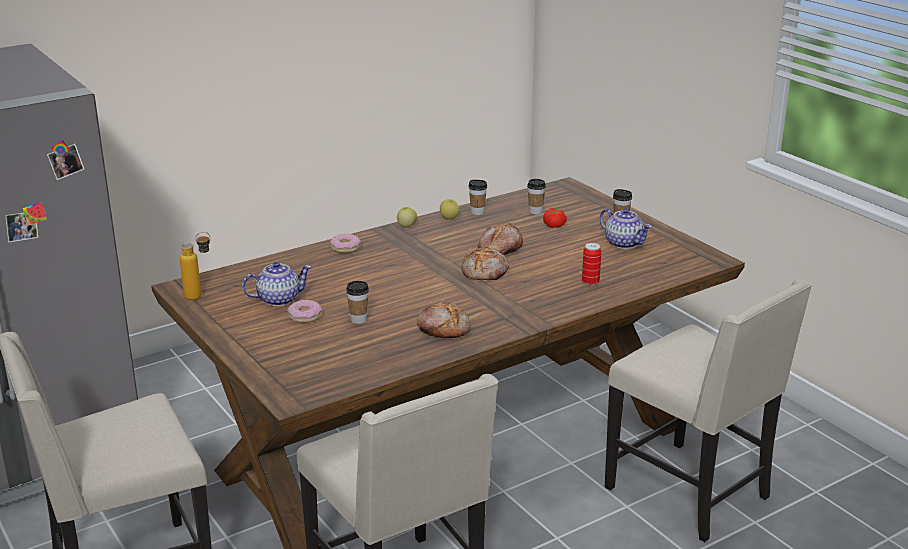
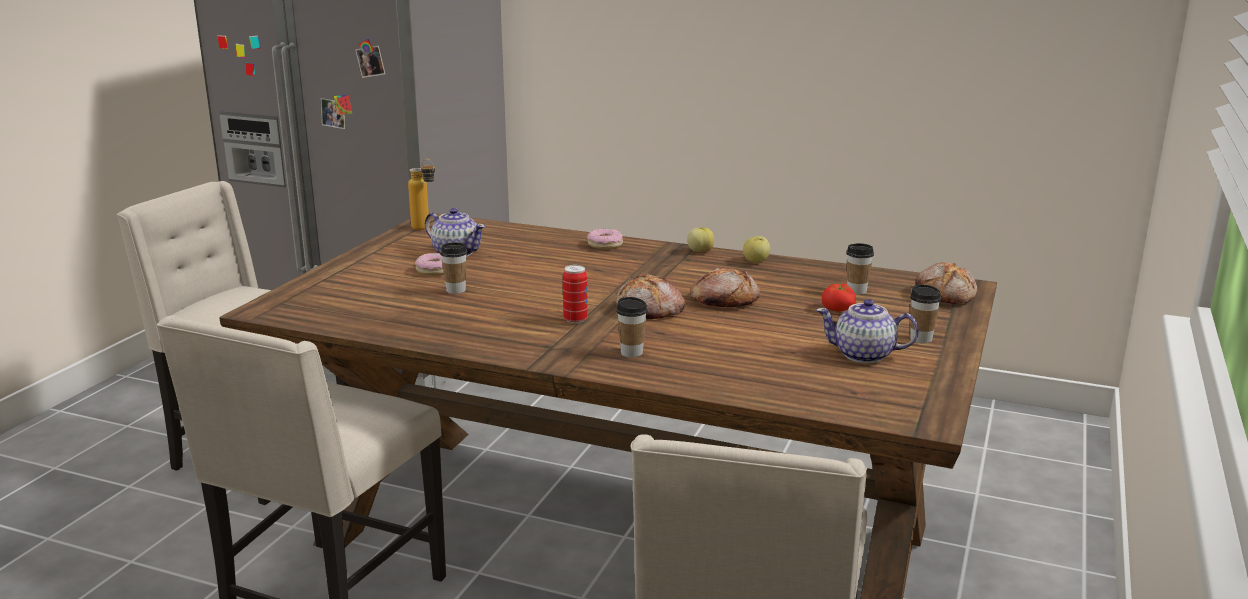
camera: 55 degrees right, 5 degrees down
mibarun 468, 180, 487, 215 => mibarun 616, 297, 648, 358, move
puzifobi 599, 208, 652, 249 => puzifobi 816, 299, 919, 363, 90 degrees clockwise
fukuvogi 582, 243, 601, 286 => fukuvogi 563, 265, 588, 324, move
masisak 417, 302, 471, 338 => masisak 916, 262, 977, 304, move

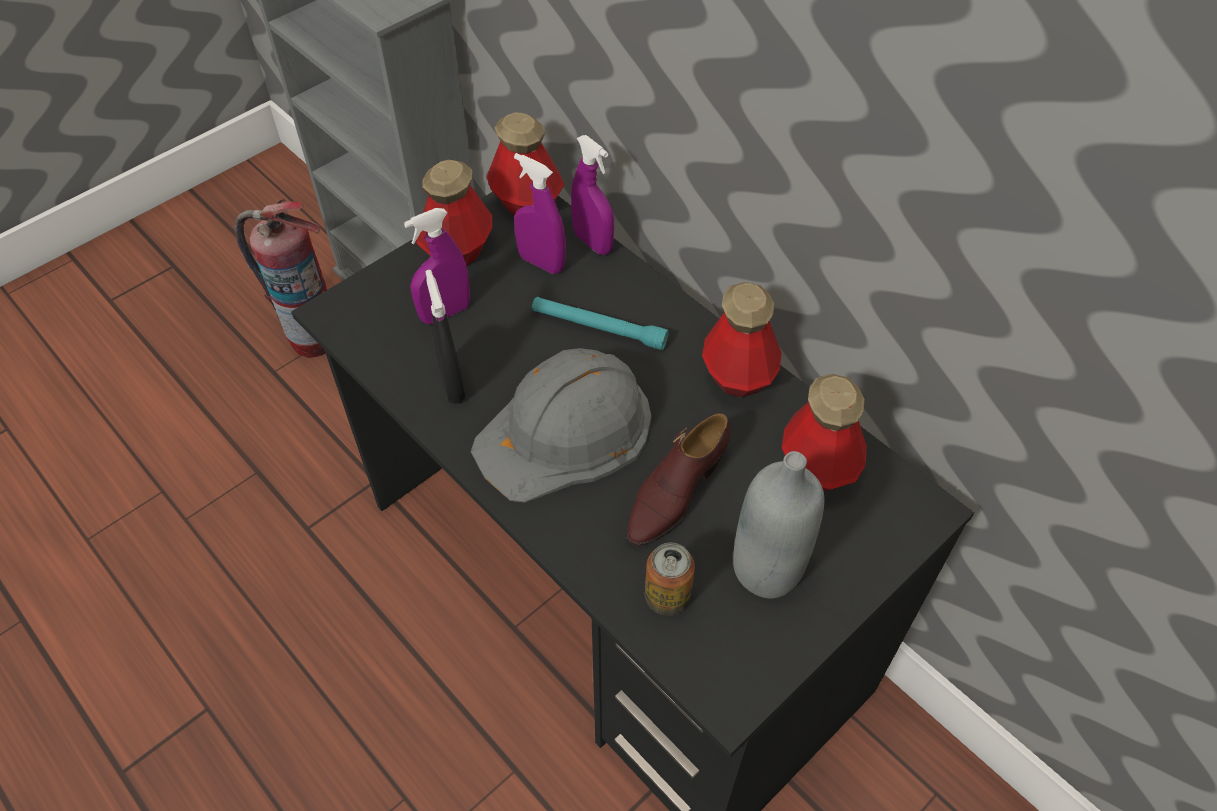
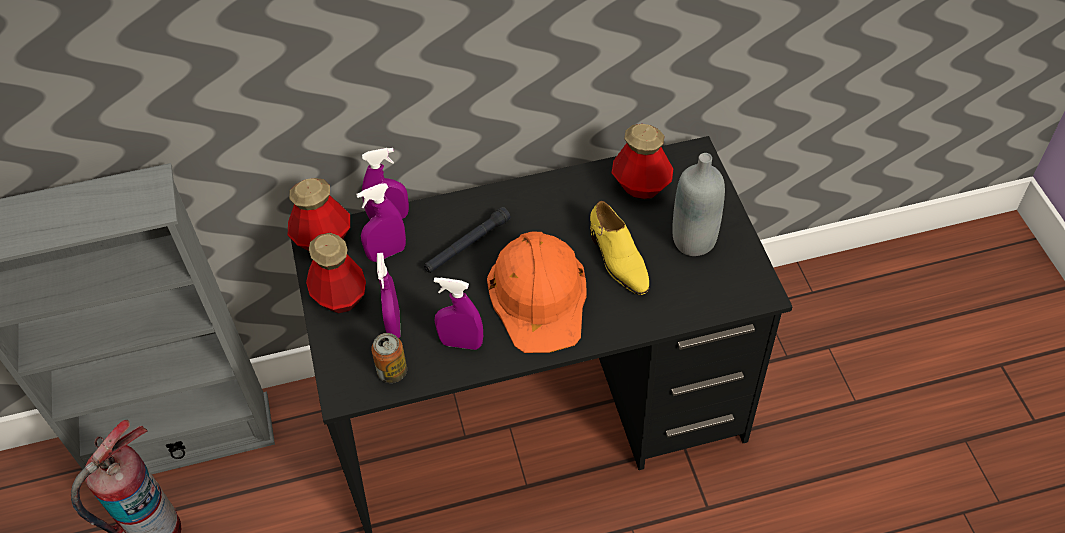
camera: 60 degrees left, 0 degrees up
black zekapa 426, 270, 466, 404 => purple zekapa 434, 277, 483, 350
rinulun 702, 282, 782, 398 => nothing
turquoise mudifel 532, 297, 669, 350 => black mudifel 424, 207, 511, 273
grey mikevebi 471, 348, 651, 502 => orange mikevebi 487, 232, 587, 353
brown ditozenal 626, 413, 730, 546 => yellow ditozenal 590, 201, 649, 295
fukuvogi 645, 543, 695, 616 => fukuvogi 371, 333, 407, 383, move

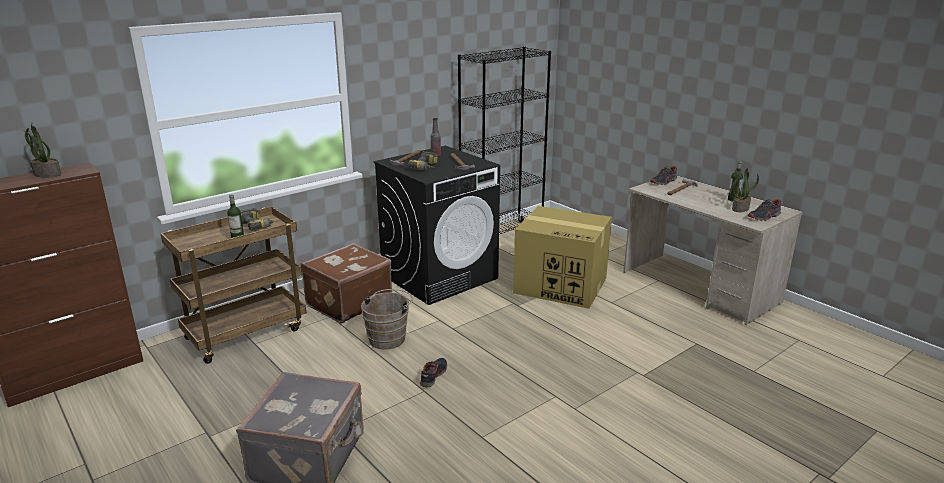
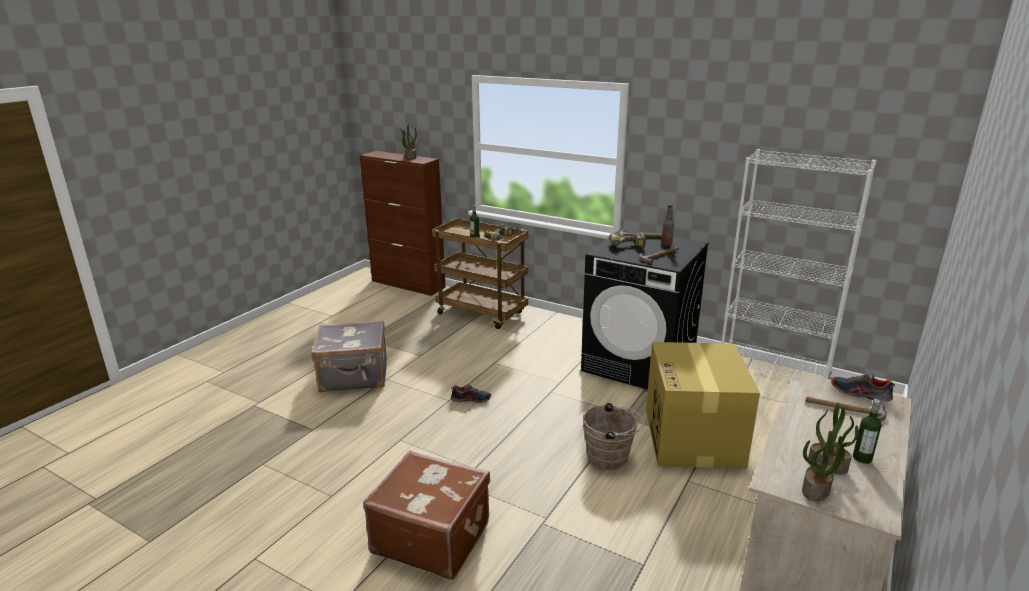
camera: 70 degrees right, 0 degrees up
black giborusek 458, 46, 551, 234 => white giborusek 721, 149, 877, 379
ditozenal 748, 199, 781, 221 => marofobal 802, 431, 851, 501
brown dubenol 301, 243, 392, 323 => brown dubenol 363, 451, 490, 580, move
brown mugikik 361, 289, 413, 350 => brown mugikik 583, 403, 644, 470, move

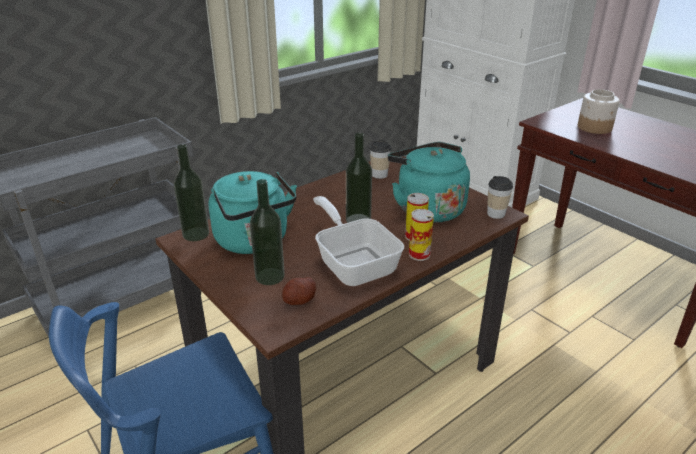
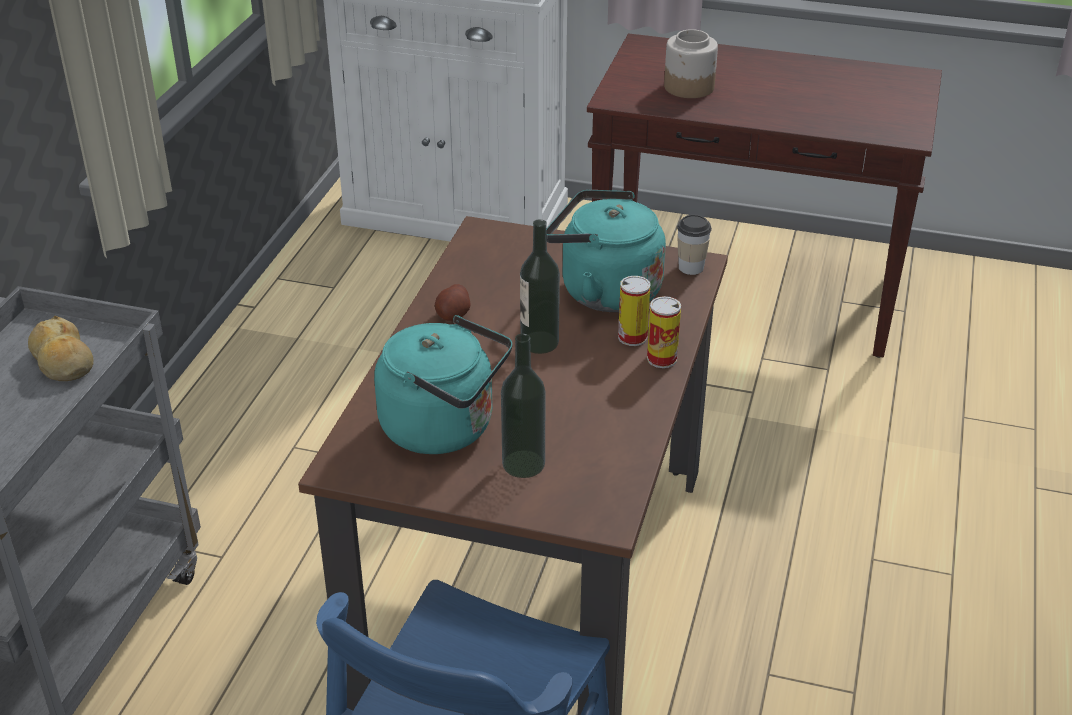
camera: 35 degrees left, 5 degrees up
mibarun 370, 140, 391, 179 => nothing
rinulun 174, 144, 209, 241 => nothing
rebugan 313, 196, 404, 286 => nothing
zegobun 282, 277, 316, 305 => zegobun 435, 284, 471, 321, move
nothing => masisak 28, 316, 93, 381

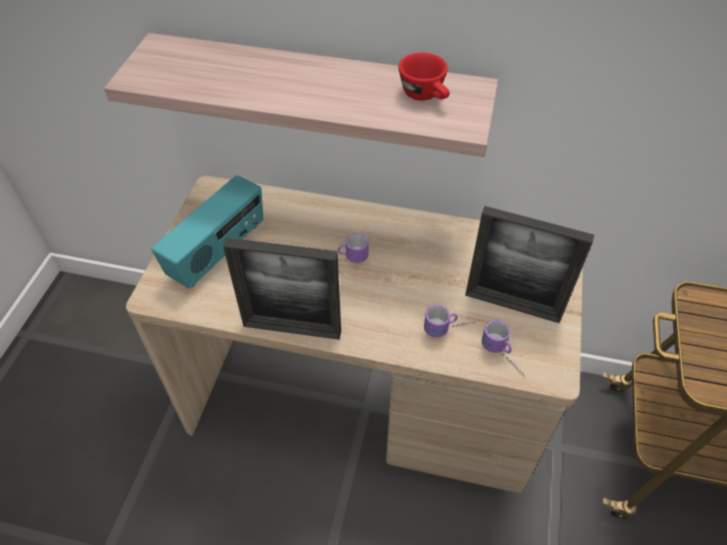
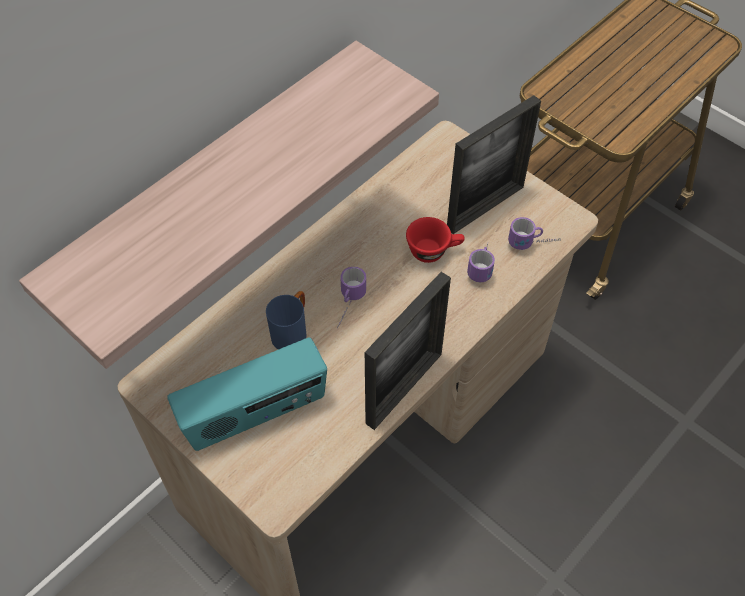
camera: 60 degrees left, 5 degrees up
red mibarun 399, 53, 450, 100 => red mibarun 406, 217, 465, 263, move
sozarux 151, 175, 263, 288 => sozarux 167, 337, 327, 451, 90 degrees clockwise
nothing => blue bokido 266, 291, 306, 349

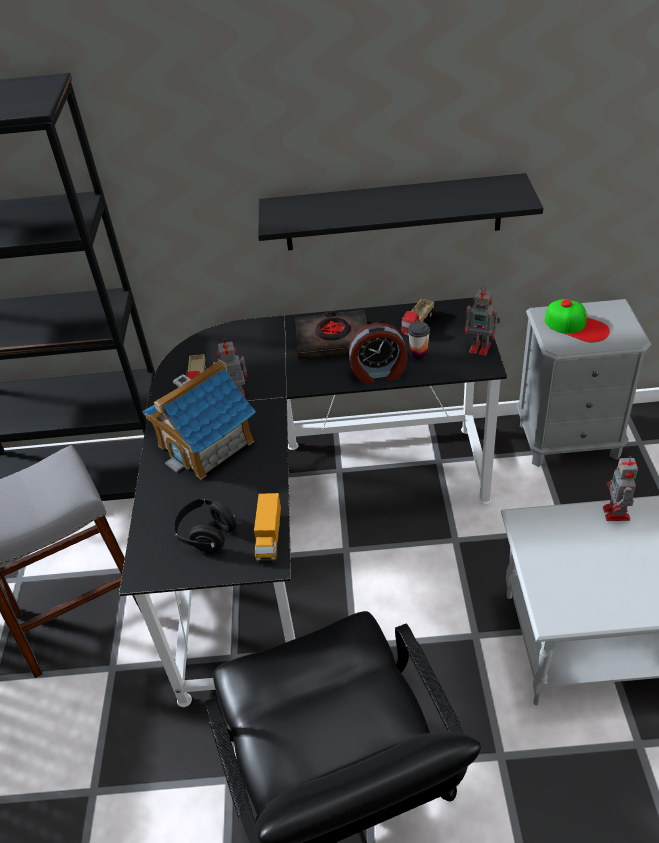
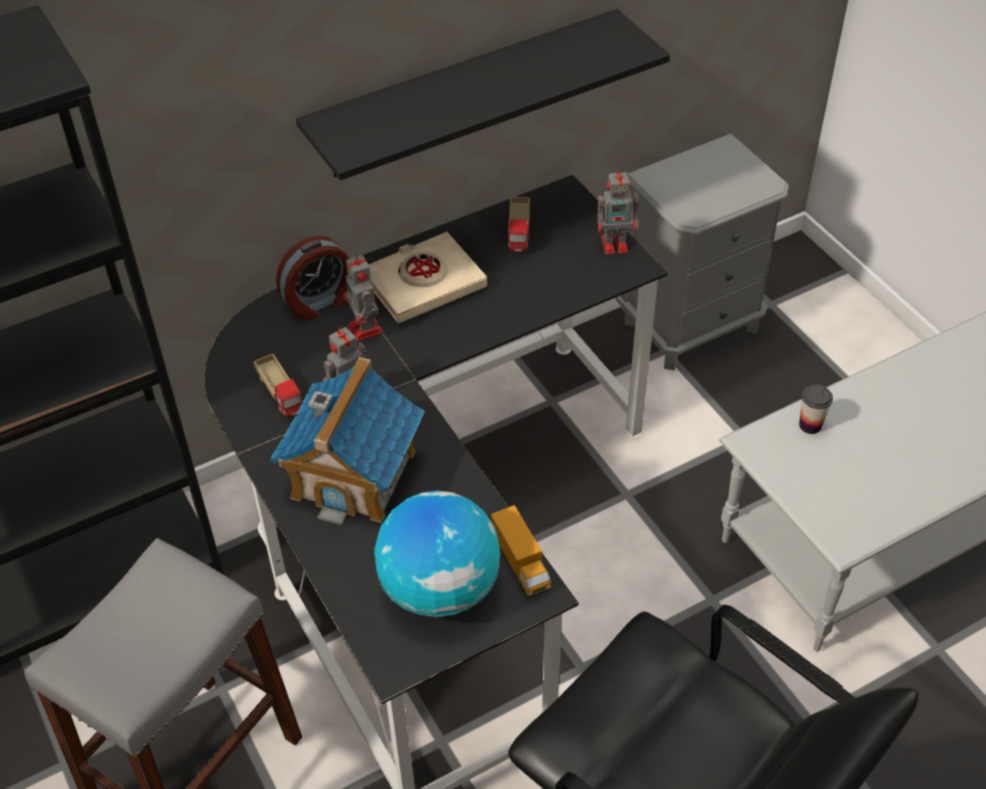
camera: 30 degrees left, 5 degrees up
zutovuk 545, 299, 610, 343 => nothing
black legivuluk 295, 310, 367, 359 => beige legivuluk 368, 232, 487, 323
mibarun 408, 321, 430, 360 => mibarun 799, 385, 833, 434, move
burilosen 348, 323, 407, 384 => burilosen 276, 236, 350, 321, move
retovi 603, 455, 638, 521 => retovi 343, 252, 383, 341, move
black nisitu 173, 499, 238, 552 => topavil 375, 491, 500, 617

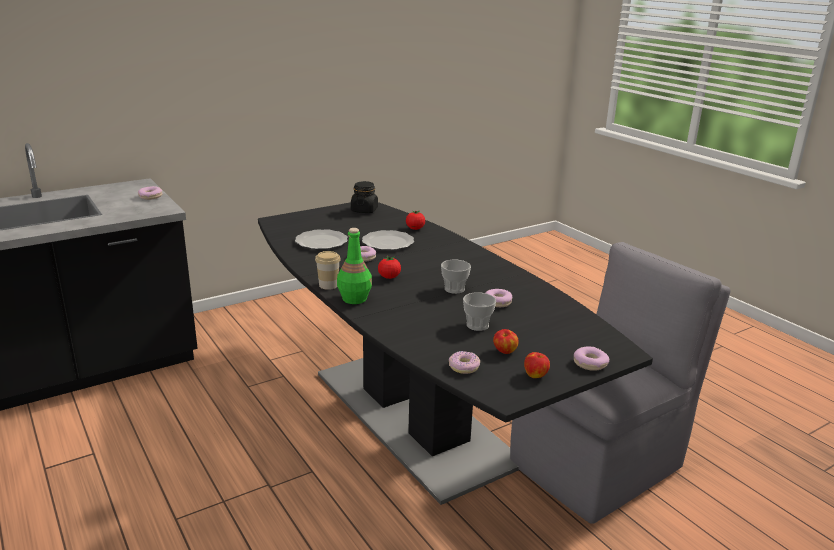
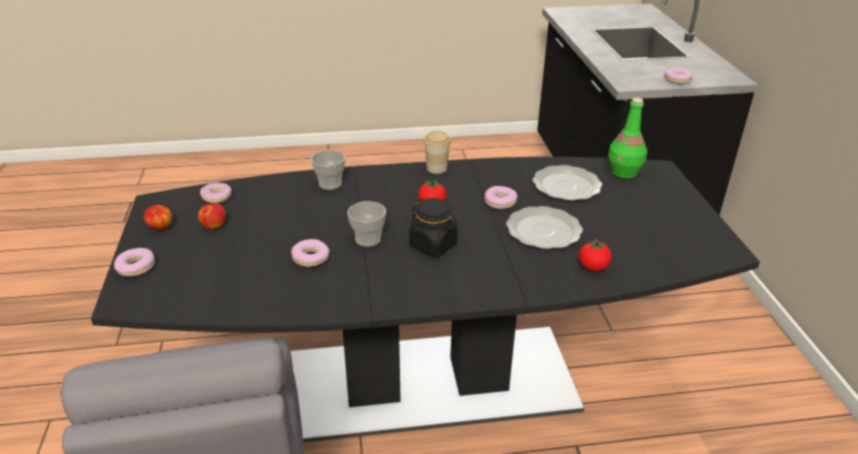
camera: 115 degrees right, 10 degrees up
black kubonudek 351, 181, 378, 213 => black kubonudek 409, 198, 458, 257, move
green rinulun 337, 228, 372, 304 => green rinulun 608, 97, 647, 178, move
mibarun 463, 292, 496, 331 => mibarun 311, 150, 345, 190, move

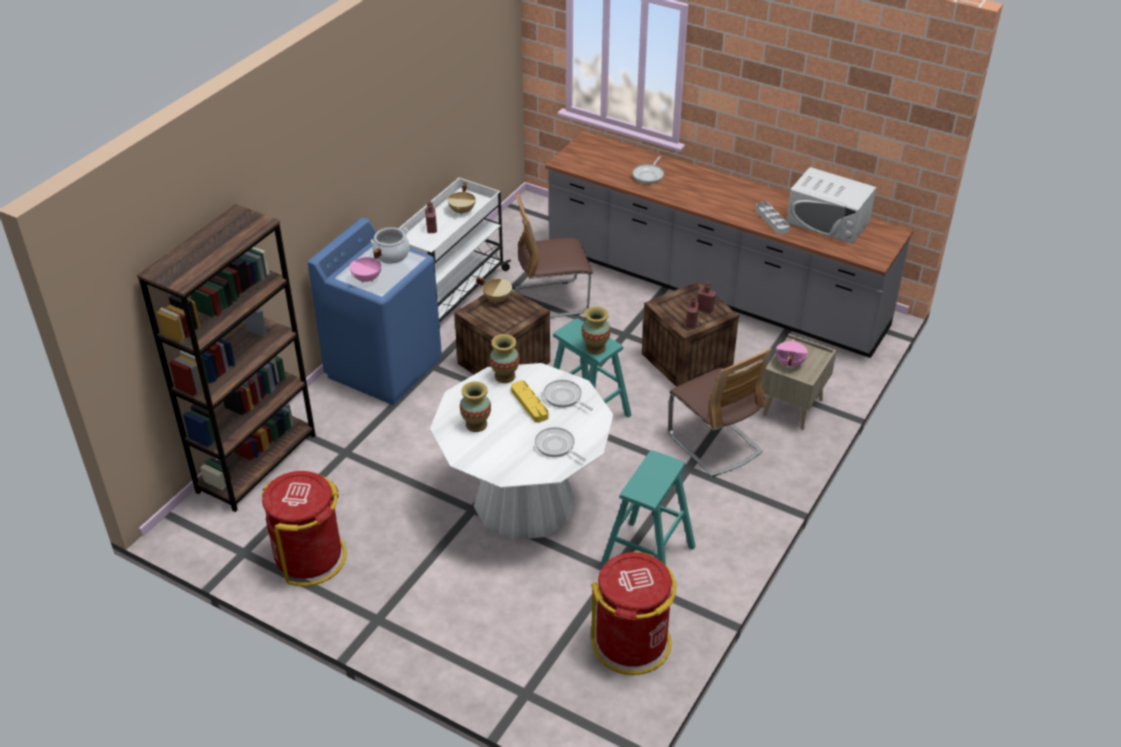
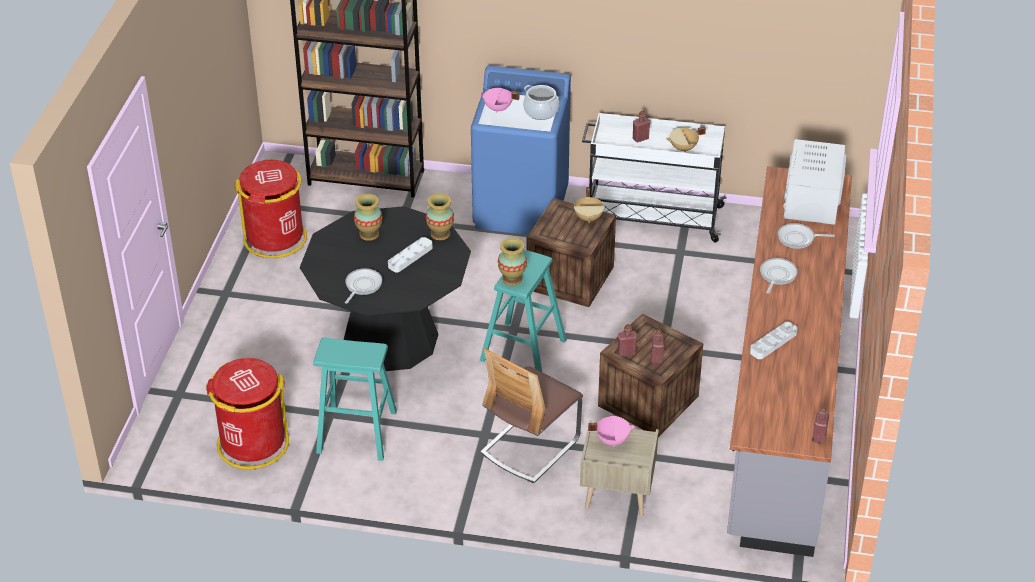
camera: 70 degrees right, 0 degrees up
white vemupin 786, 167, 876, 244 => white vemupin 783, 139, 846, 225, move
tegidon 515, 192, 593, 318 => nothing
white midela 430, 363, 614, 540 => black midela 300, 206, 471, 371
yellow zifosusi 511, 380, 548, 423 => grey zifosusi 388, 237, 433, 273
rebugan 543, 380, 593, 411 => rebugan 760, 258, 798, 294, move
nothing => red rinulun 812, 406, 829, 444

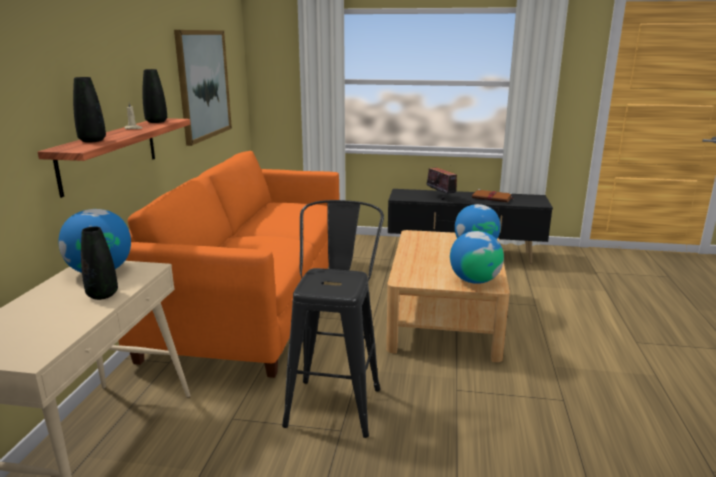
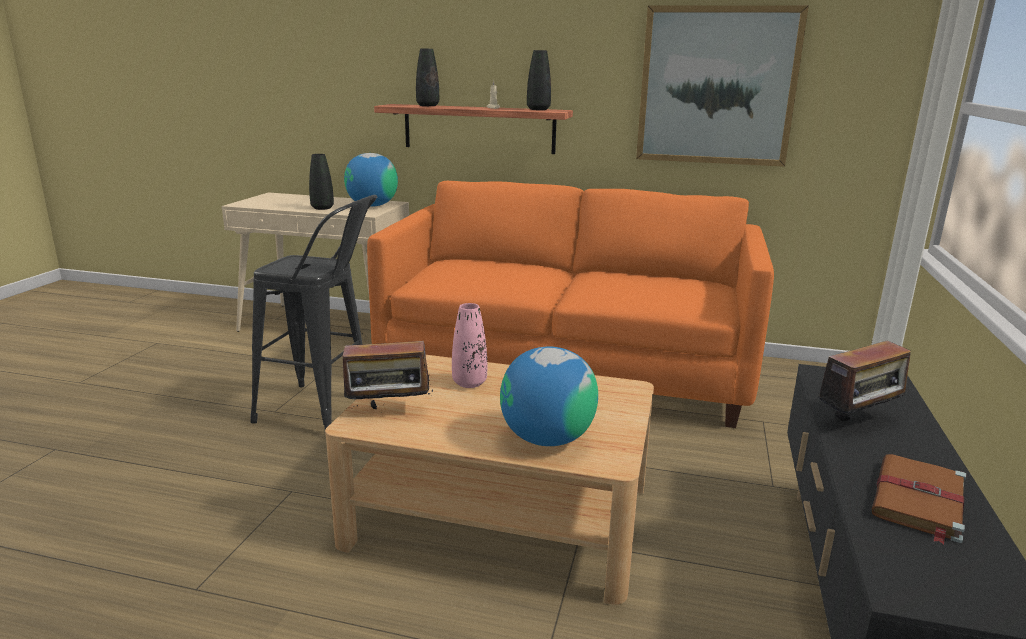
camera: 95 degrees right, 0 degrees up
topavil 450, 231, 504, 284 => sozarux 337, 327, 433, 409
nothing => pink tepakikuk 452, 303, 487, 388

